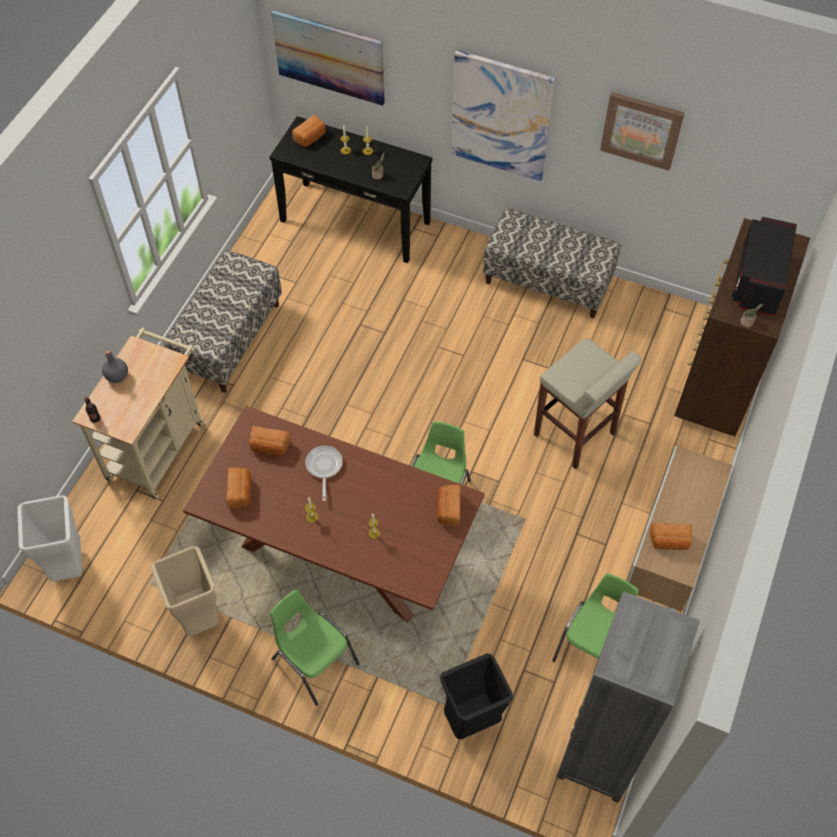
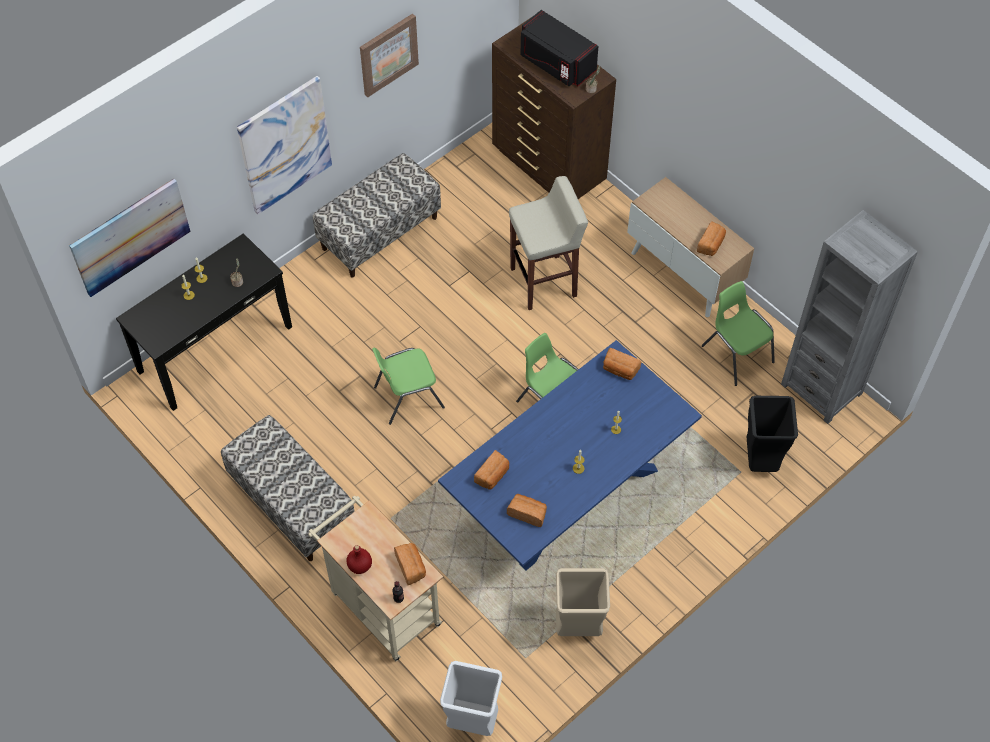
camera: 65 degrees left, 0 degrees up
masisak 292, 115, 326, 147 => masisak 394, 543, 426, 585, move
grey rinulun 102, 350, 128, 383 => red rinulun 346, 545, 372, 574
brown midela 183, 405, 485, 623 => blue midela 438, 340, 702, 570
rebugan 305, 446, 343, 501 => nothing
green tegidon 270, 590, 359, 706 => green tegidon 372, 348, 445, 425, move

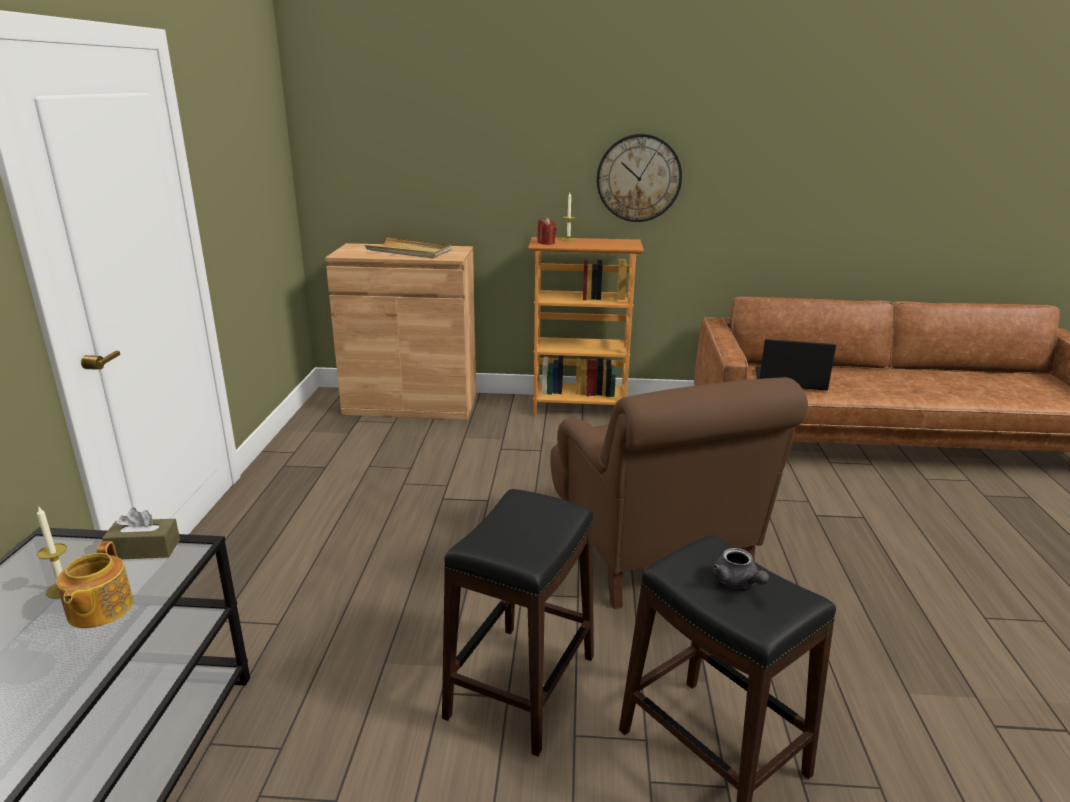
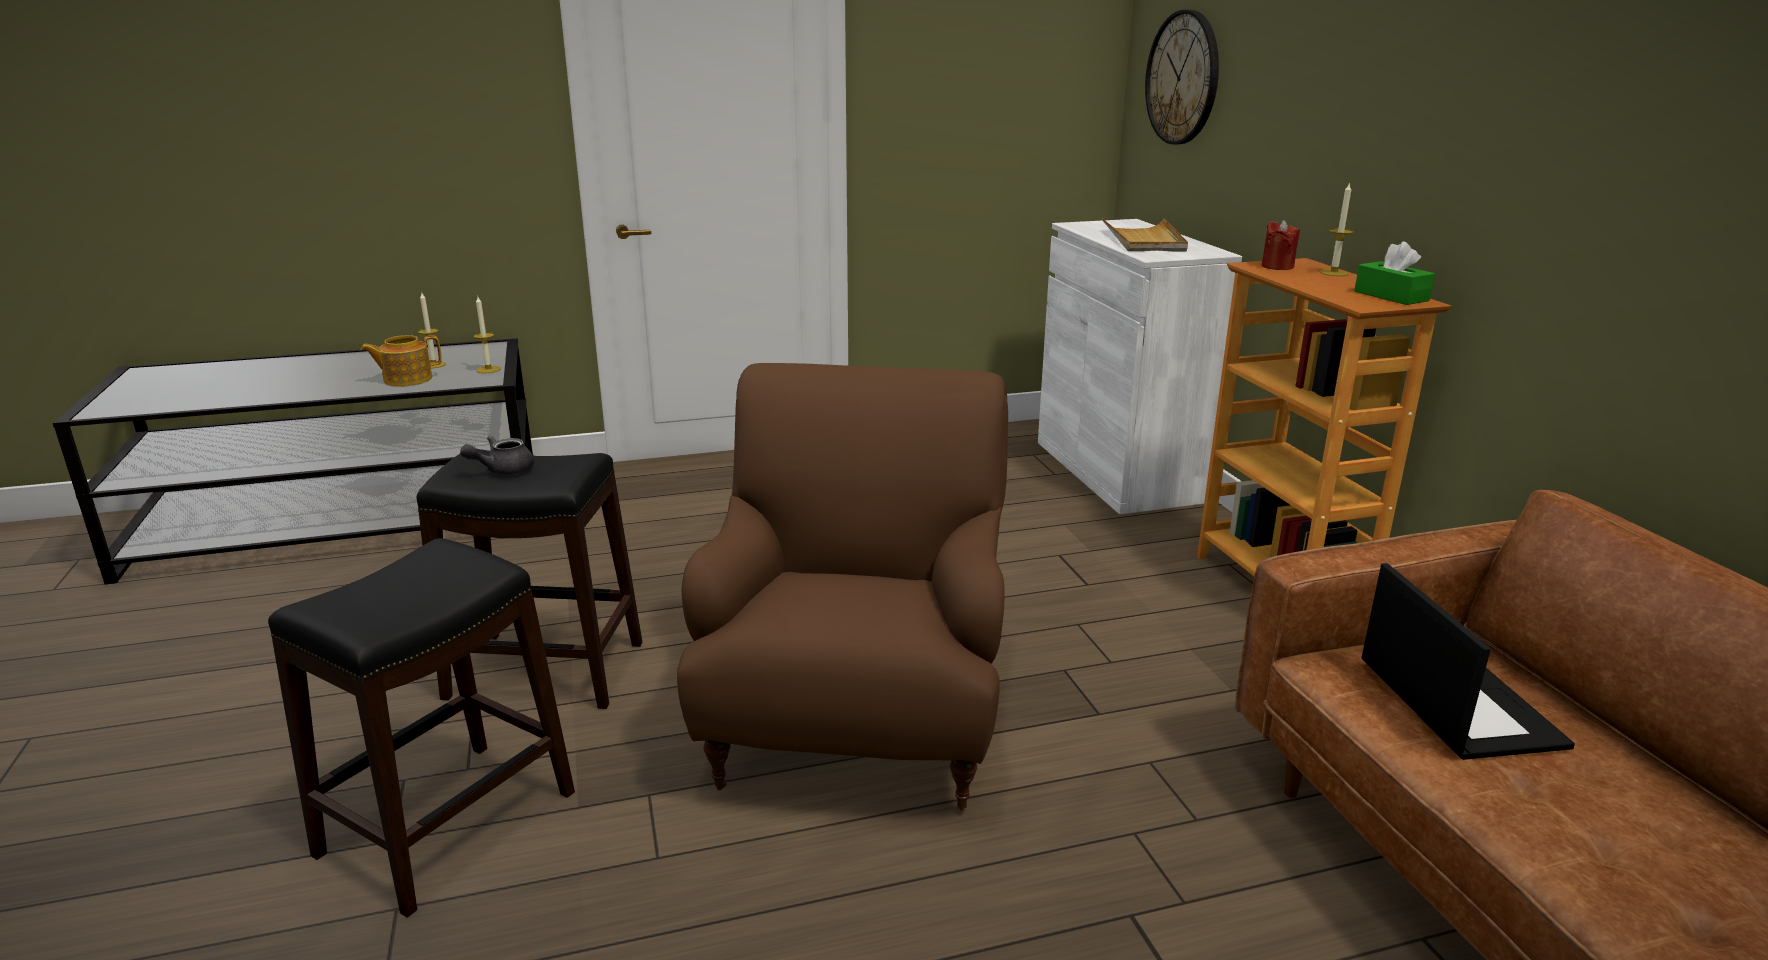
camera: 70 degrees right, 0 degrees up
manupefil 597, 134, 682, 222 => manupefil 1145, 10, 1219, 145, move
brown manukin 325, 243, 476, 420 => white manukin 1038, 219, 1242, 515
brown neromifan 550, 377, 808, 609 => brown neromifan 677, 363, 1008, 811, 135 degrees clockwise
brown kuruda 102, 507, 180, 559 => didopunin 473, 297, 501, 373
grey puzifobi 713, 548, 769, 589 => grey puzifobi 460, 436, 534, 475, move
nothing => green kuruda 1354, 241, 1435, 305

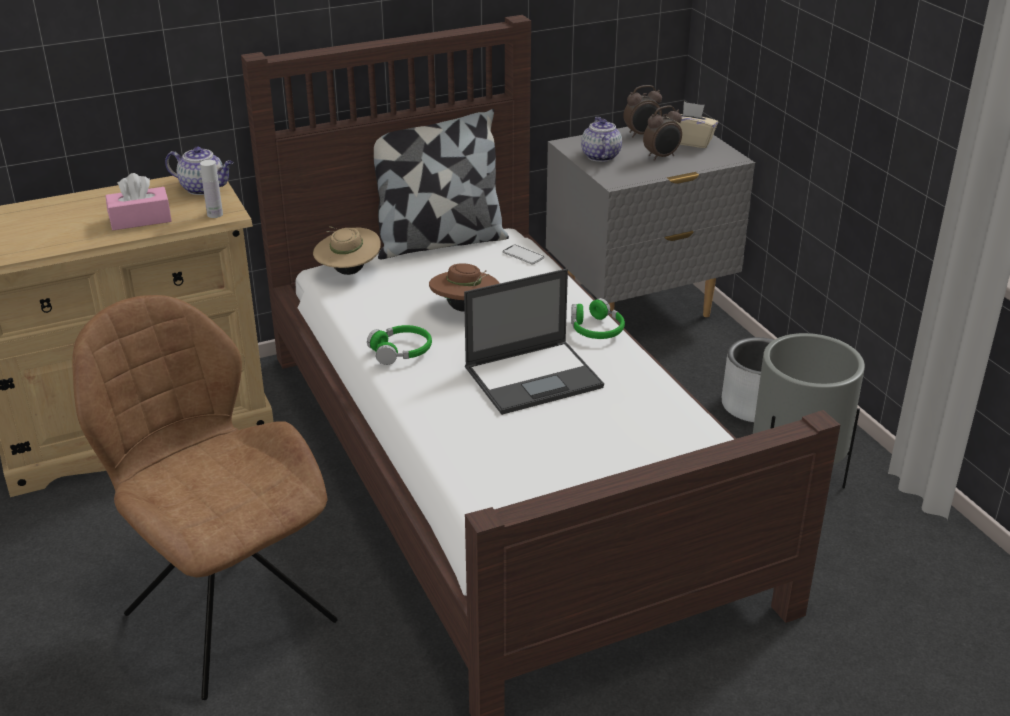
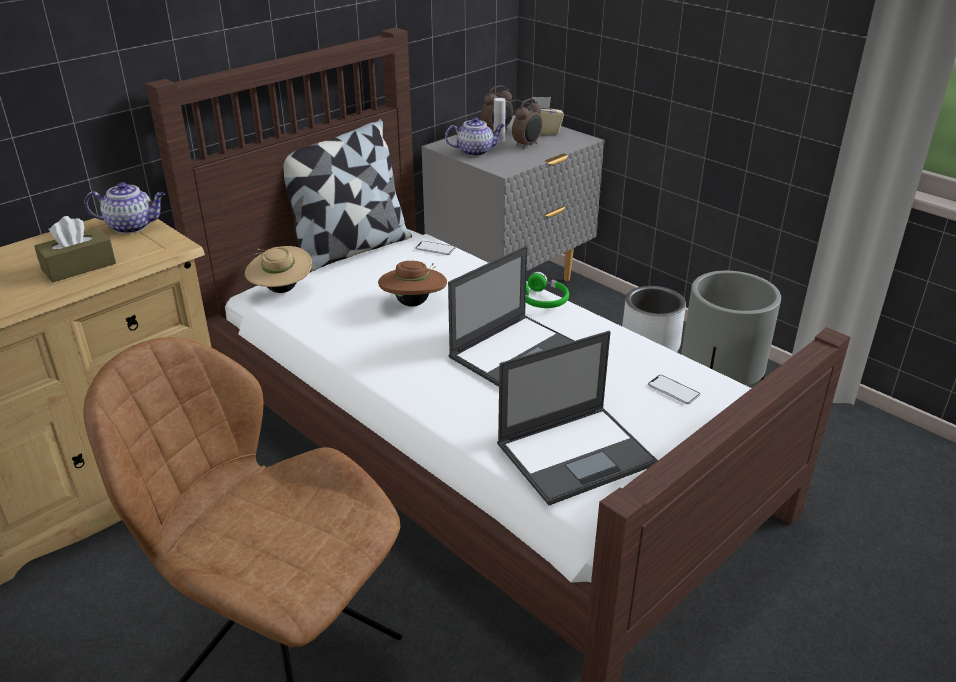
camera: 20 degrees left, 0 degrees up
puzifobi 581, 117, 622, 162 => puzifobi 445, 117, 505, 156, 105 degrees clockwise
white rinulun 200, 160, 223, 218 => white rinulun 494, 98, 505, 142, move
pink kuruda 105, 173, 171, 230 => brown kuruda 34, 216, 116, 282
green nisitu 367, 325, 432, 365 => nothing
nothing => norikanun 497, 331, 658, 505
nothing => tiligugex 648, 375, 700, 404

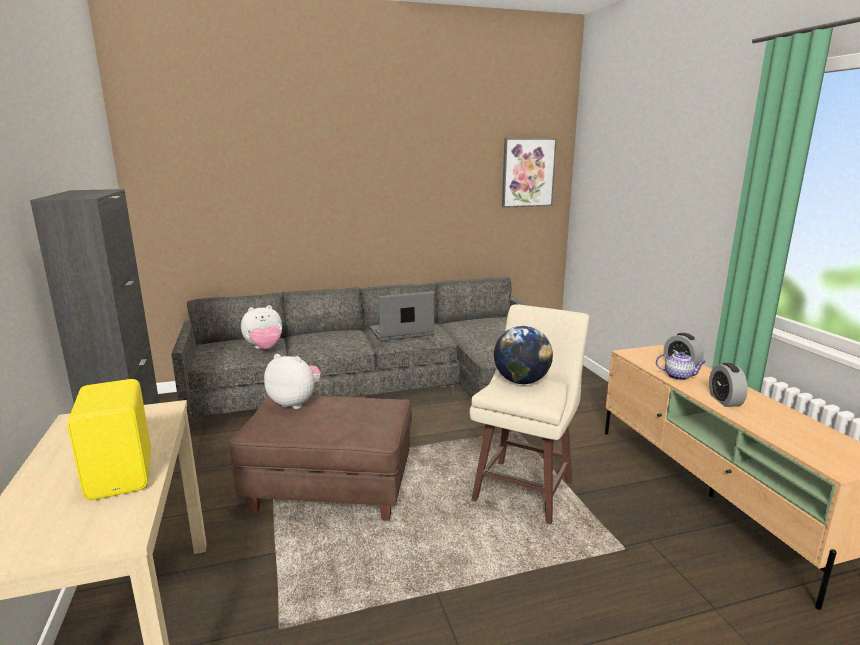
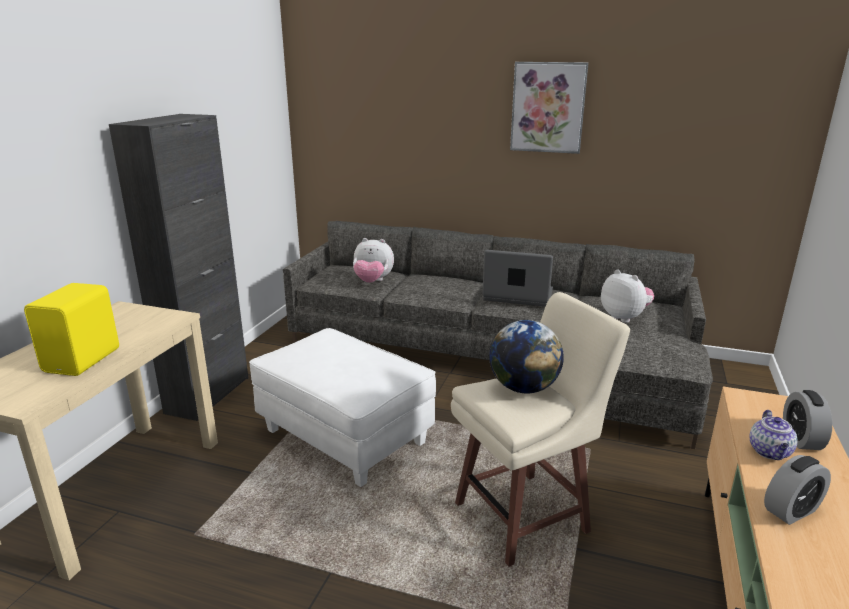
camera: 35 degrees right, 5 degrees up
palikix 502, 138, 557, 208 => palikix 510, 62, 589, 154, move
puzifobi 656, 352, 706, 380 => puzifobi 749, 410, 798, 460, 45 degrees clockwise
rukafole 264, 354, 321, 409 => rukafole 601, 269, 654, 323, move
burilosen 709, 363, 748, 407 => burilosen 764, 455, 831, 525, 150 degrees counterclockwise
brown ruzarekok 230, 396, 412, 521 => white ruzarekok 249, 328, 436, 487

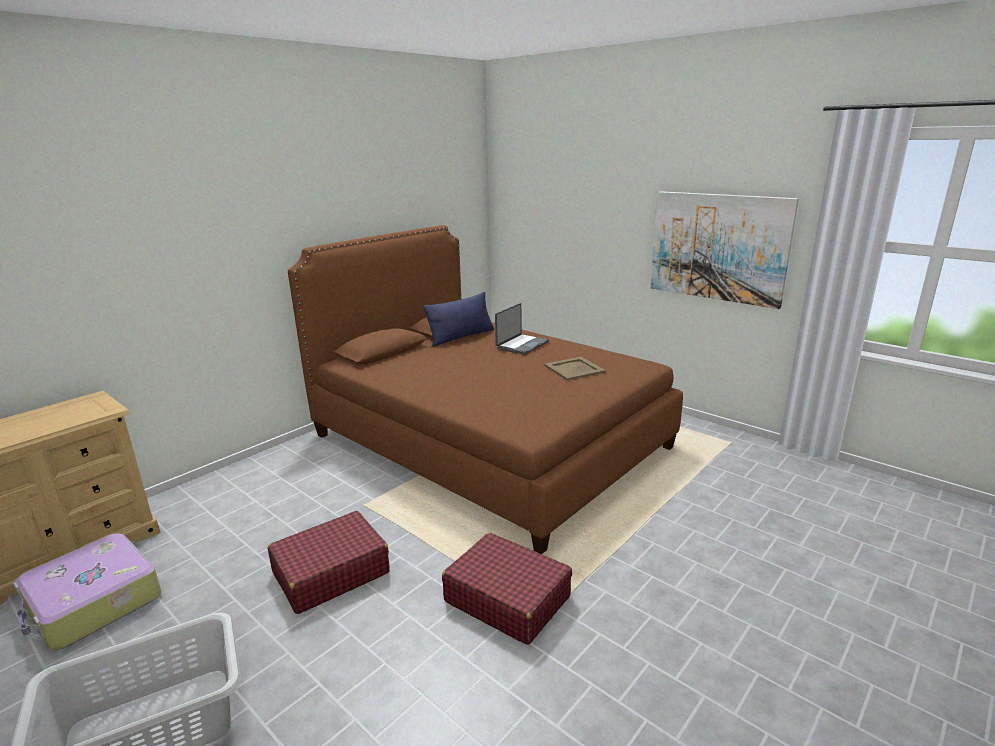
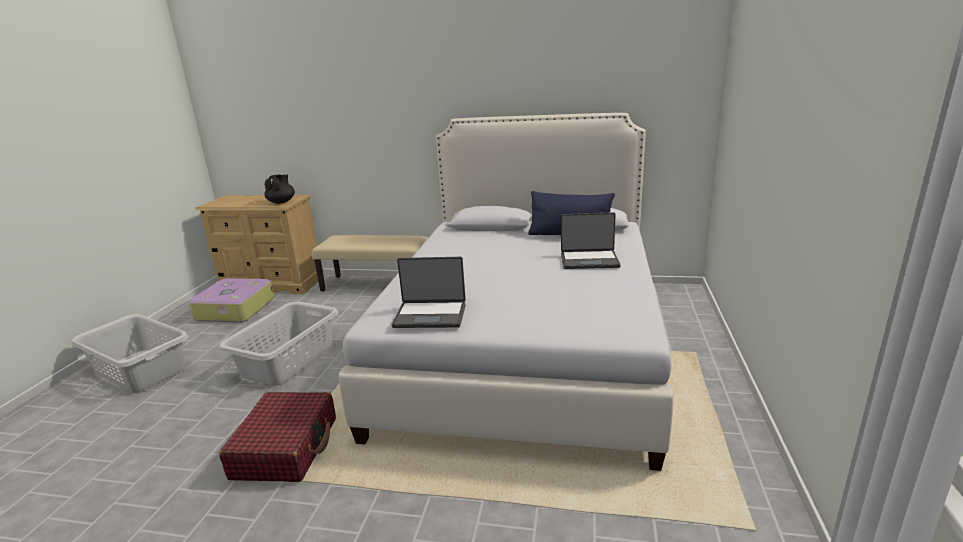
camera: 60 degrees right, 0 degrees up
palikix 651, 191, 799, 309 => nothing
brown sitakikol 288, 225, 683, 554 => white sitakikol 339, 113, 673, 471
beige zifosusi 544, 357, 606, 381 => nothing
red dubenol 267, 511, 390, 614 => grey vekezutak 219, 301, 338, 386
nothing => black puzifobi 265, 174, 295, 204
nothing => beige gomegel 312, 235, 428, 292
nothing => norikanun 391, 257, 466, 328

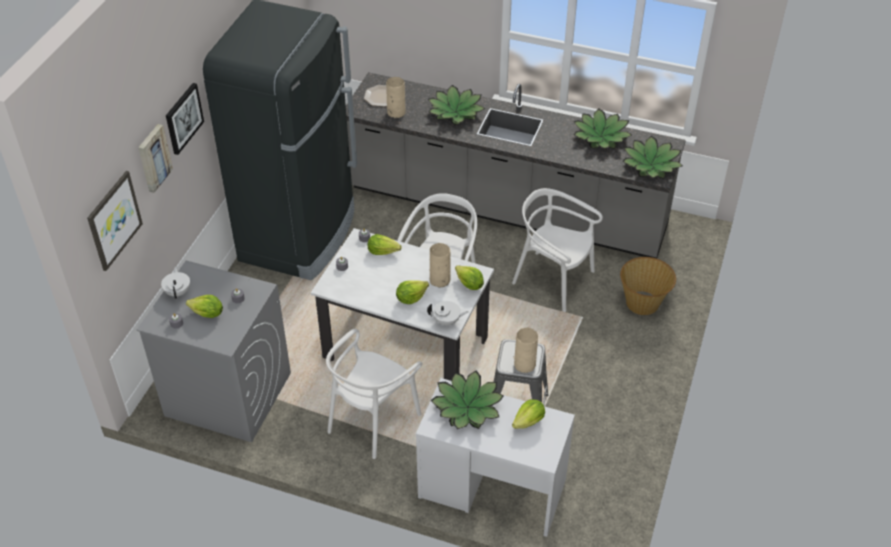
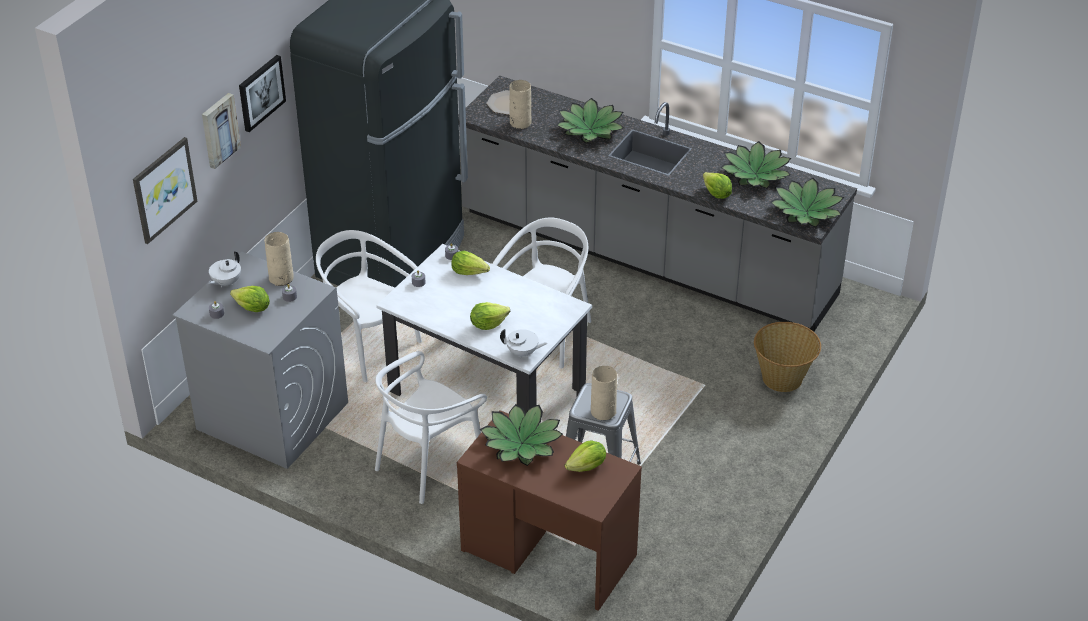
camera: 10 degrees right, 5 degrees down
white tegidon 512, 188, 603, 312 => white tegidon 316, 230, 422, 382, move
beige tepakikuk 430, 243, 451, 288 => beige tepakikuk 264, 232, 294, 286, move
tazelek 455, 265, 484, 290 => tazelek 703, 172, 732, 199, move
white puzifobi 161, 267, 190, 299 => white puzifobi 209, 251, 241, 287, 150 degrees counterclockwise
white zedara 416, 378, 575, 537 => brown zedara 457, 410, 642, 611

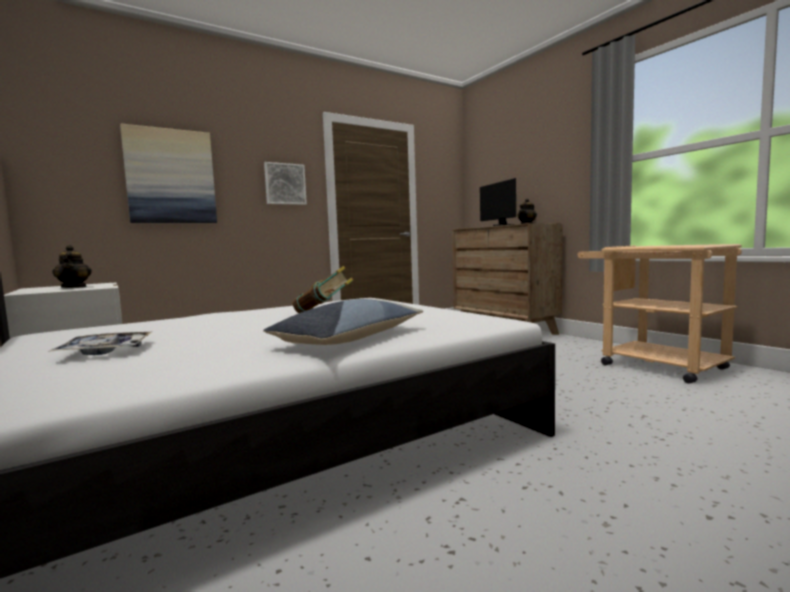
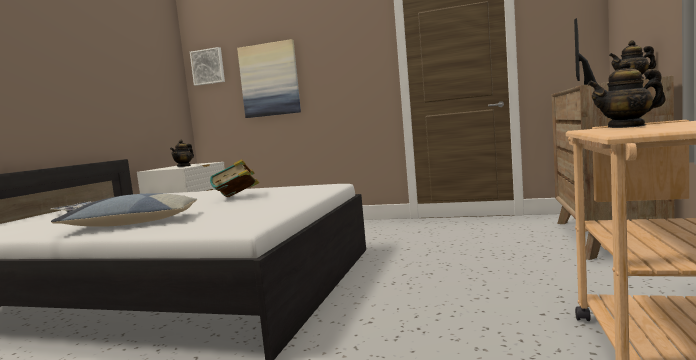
camera: 50 degrees right, 0 degrees up
palikix 264, 162, 307, 205 => palikix 190, 47, 225, 86, move
nothing => puzifobi 588, 60, 666, 128

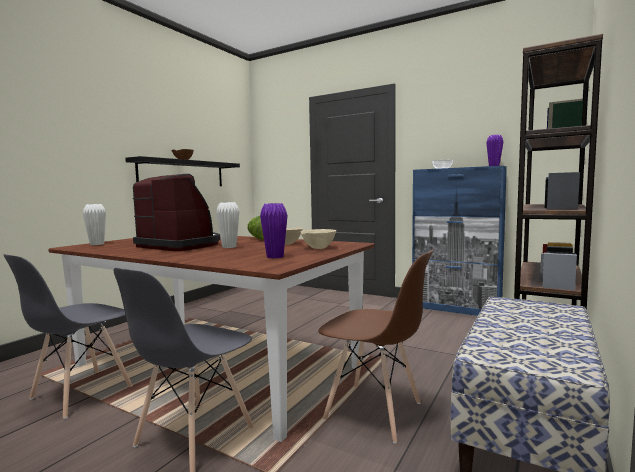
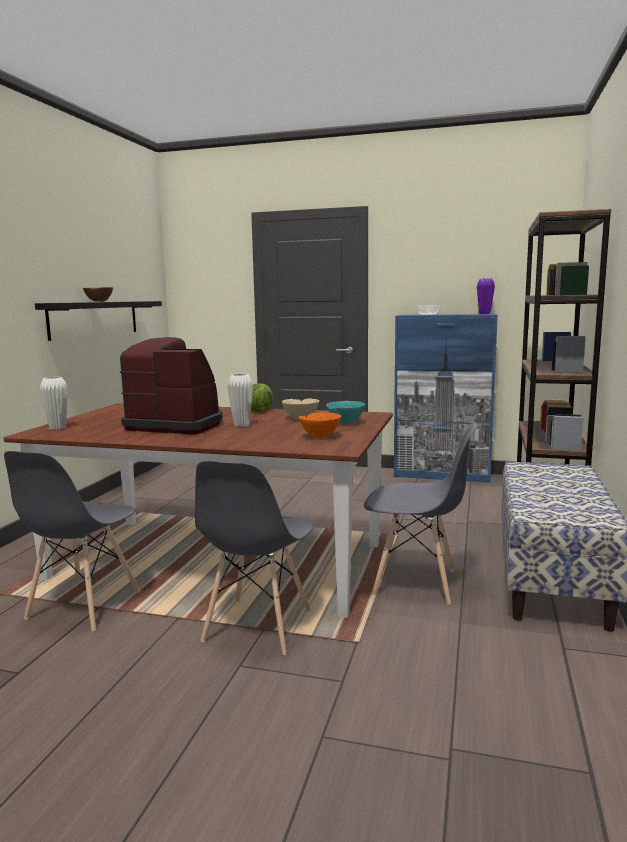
camera: 15 degrees left, 5 degrees up
purple tepakikuk 260, 203, 288, 258 => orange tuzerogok 299, 412, 341, 438
beige tuzerogok 300, 229, 336, 249 => turquoise tuzerogok 326, 401, 365, 424
brown tegidon 318, 250, 433, 443 => grey tegidon 364, 422, 478, 605

